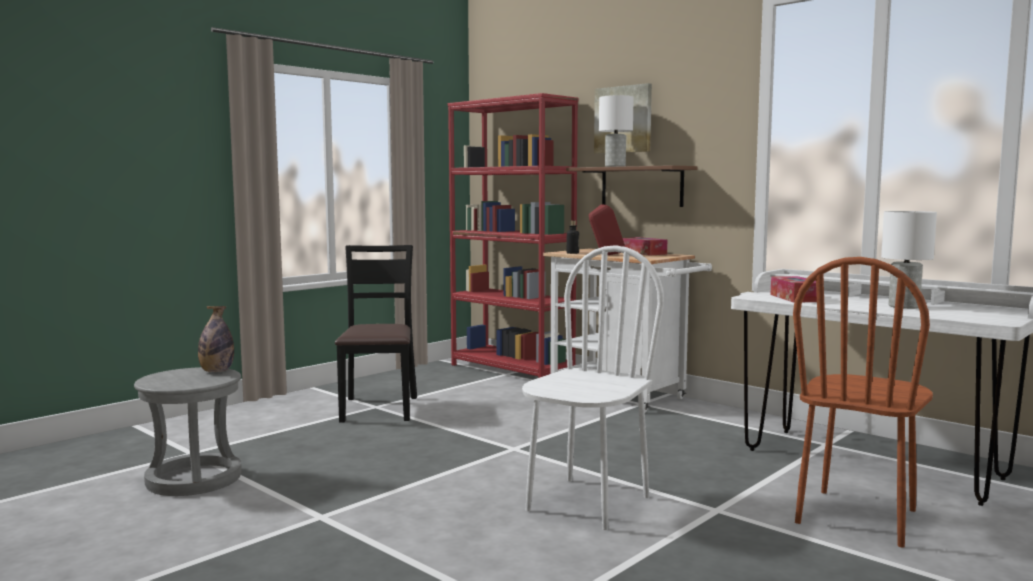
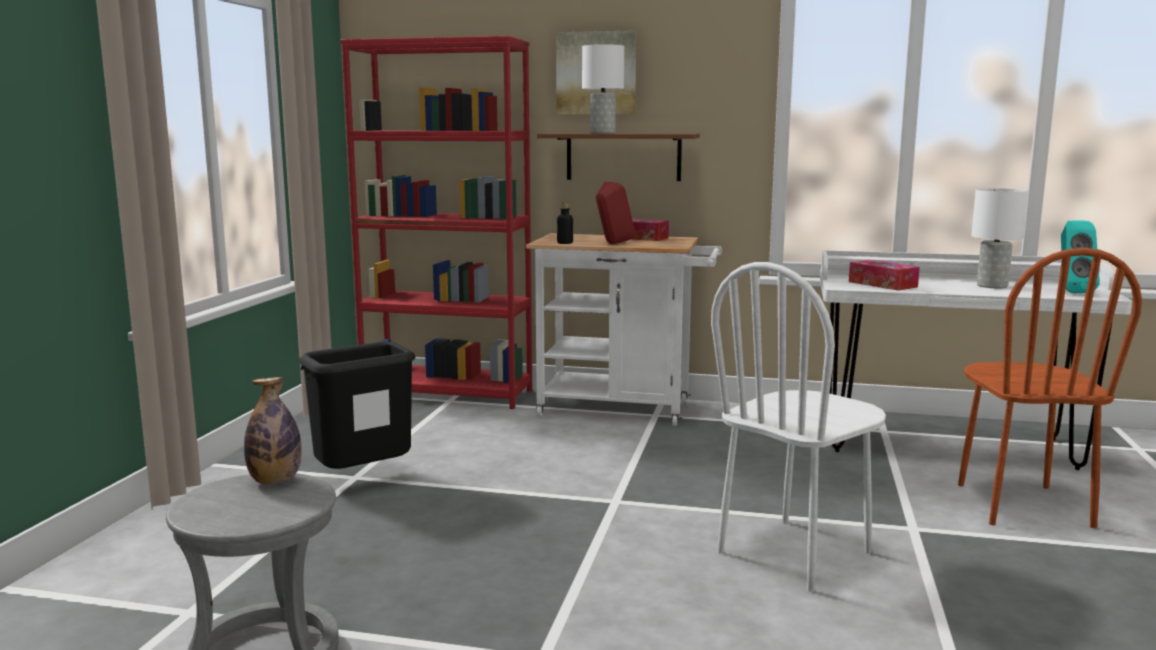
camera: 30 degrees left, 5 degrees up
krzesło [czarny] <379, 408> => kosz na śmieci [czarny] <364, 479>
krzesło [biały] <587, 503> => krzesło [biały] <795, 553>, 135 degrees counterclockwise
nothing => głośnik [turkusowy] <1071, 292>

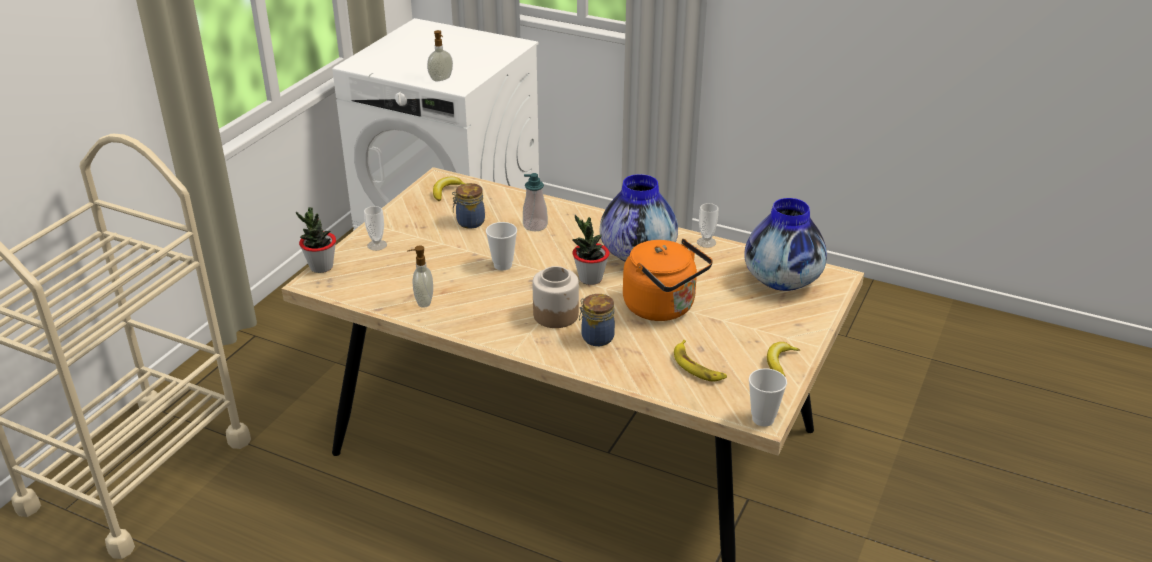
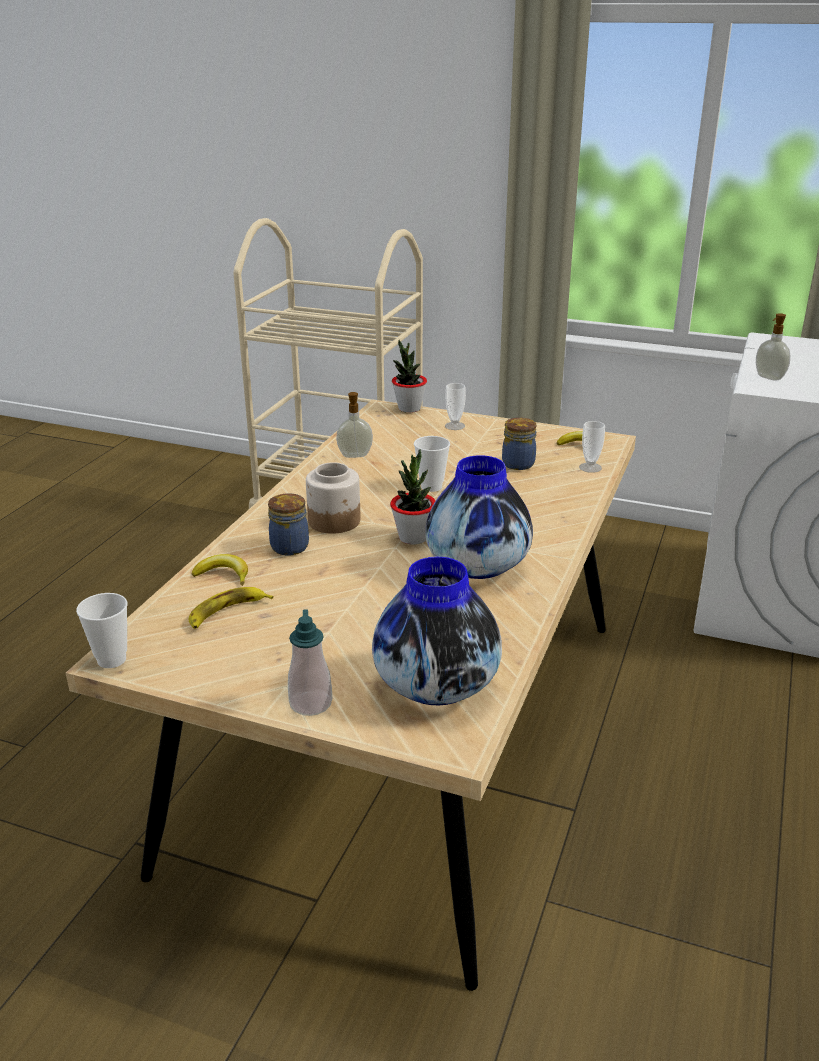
camera: 85 degrees right, 5 degrees down
banan <780, 362> => banan <224, 575>, relocated
dozownik mydła <535, 225> => dozownik mydła <310, 703>, relocated
filiżanka <706, 242> => filiżanka <590, 467>, relocated
czajnik [pomarańczowy] <663, 308> => nothing

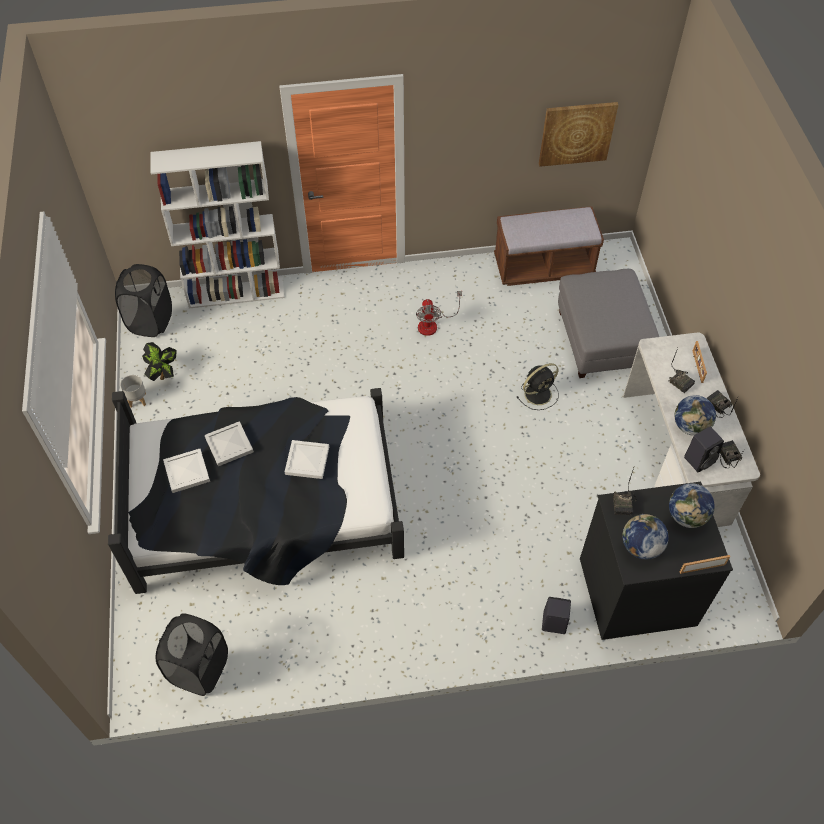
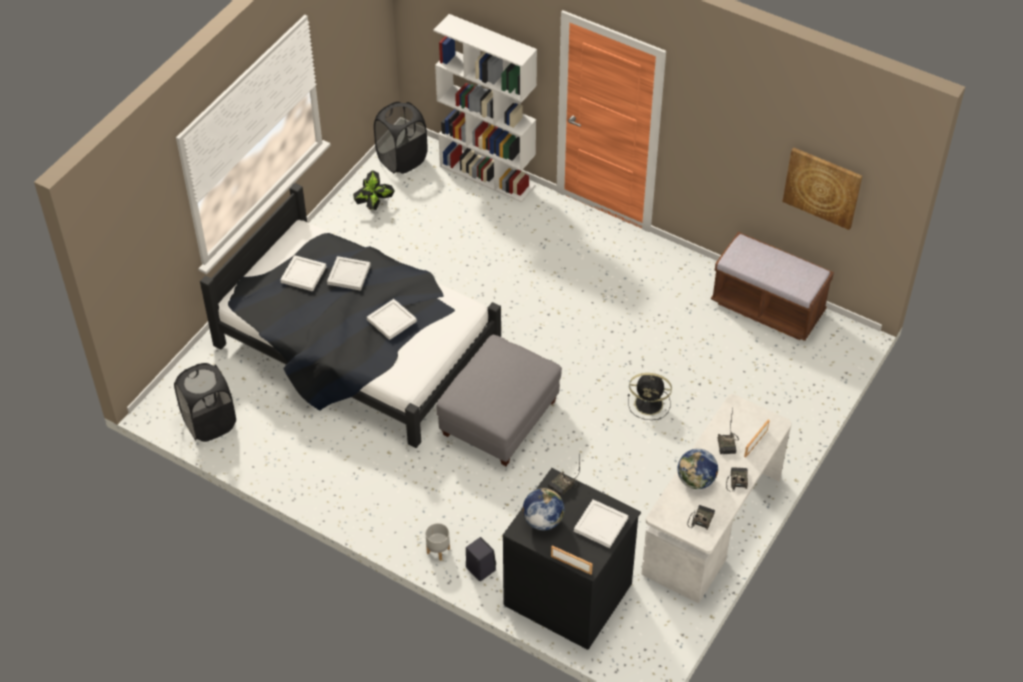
camera: 40 degrees right, 5 degrees down
donica [szary] <137, 400> => donica [szary] <438, 550>, relocated
pufa [szary] <600, 340> => pufa [szary] <499, 418>, relocated
globus <687, 516> => taca [biały] <601, 525>
wentylator <433, 324> => nothing
głośnik [czarny] <700, 459> => nothing

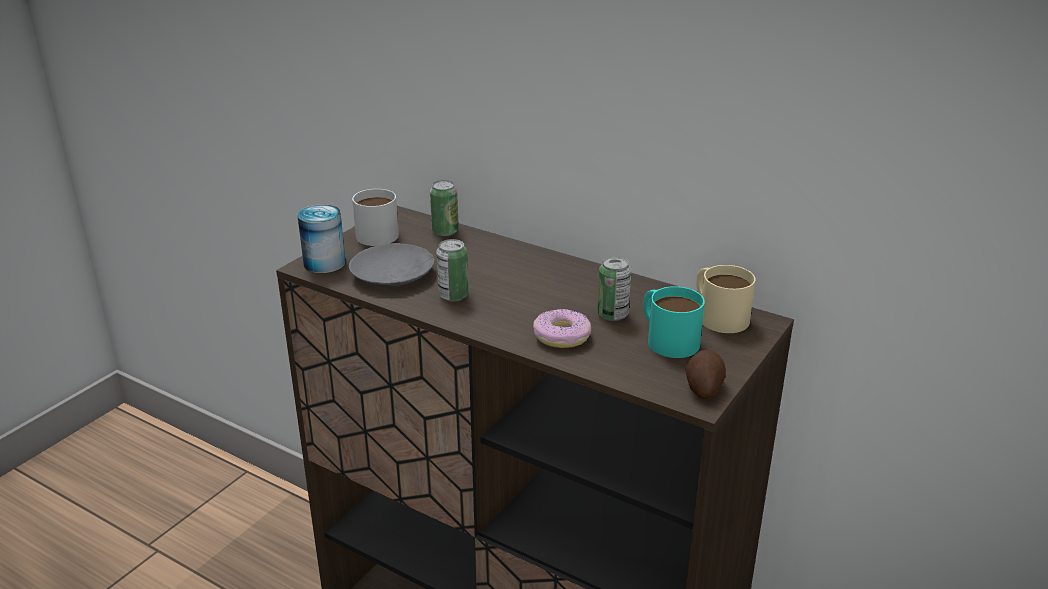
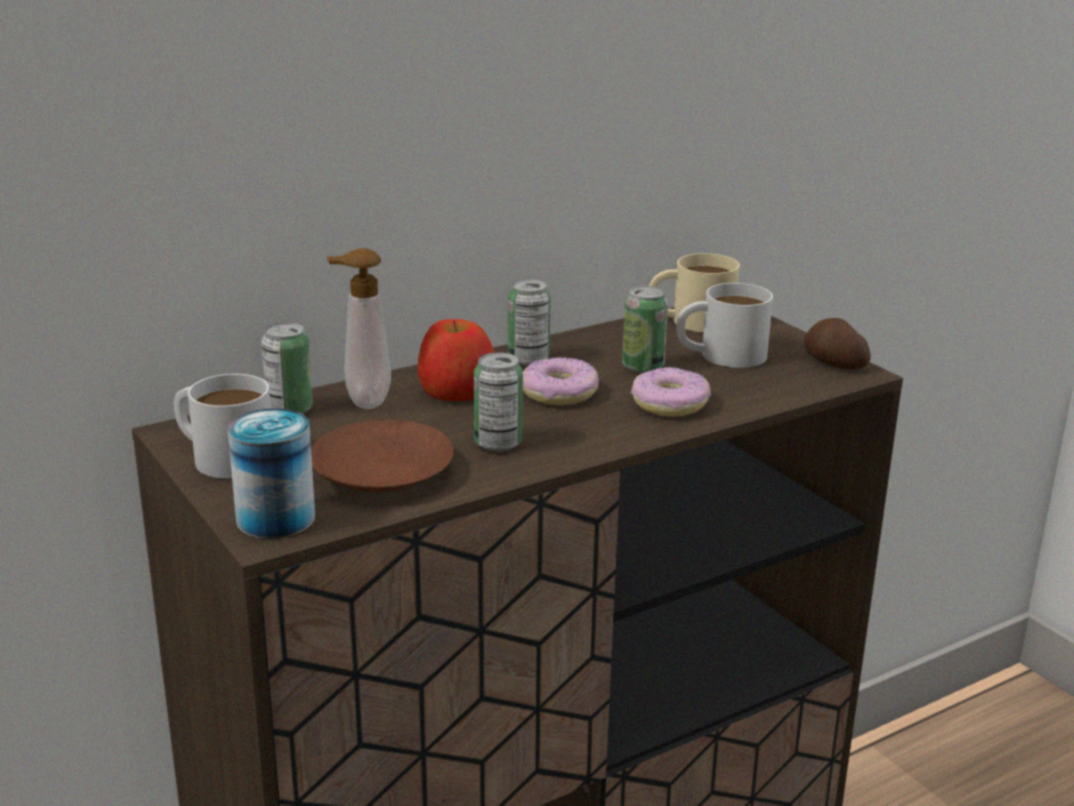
camera: 65 degrees left, 5 degrees down
talerz [szary] <393, 274> => talerz [brązowy] <384, 471>
nothing => dozownik mydła <363, 401>
nothing => jabłko <456, 391>
nothing => puszka <528, 360>
nothing => donut <560, 393>
kubek [turkusowy] <666, 338> => kubek [biały] <720, 355>

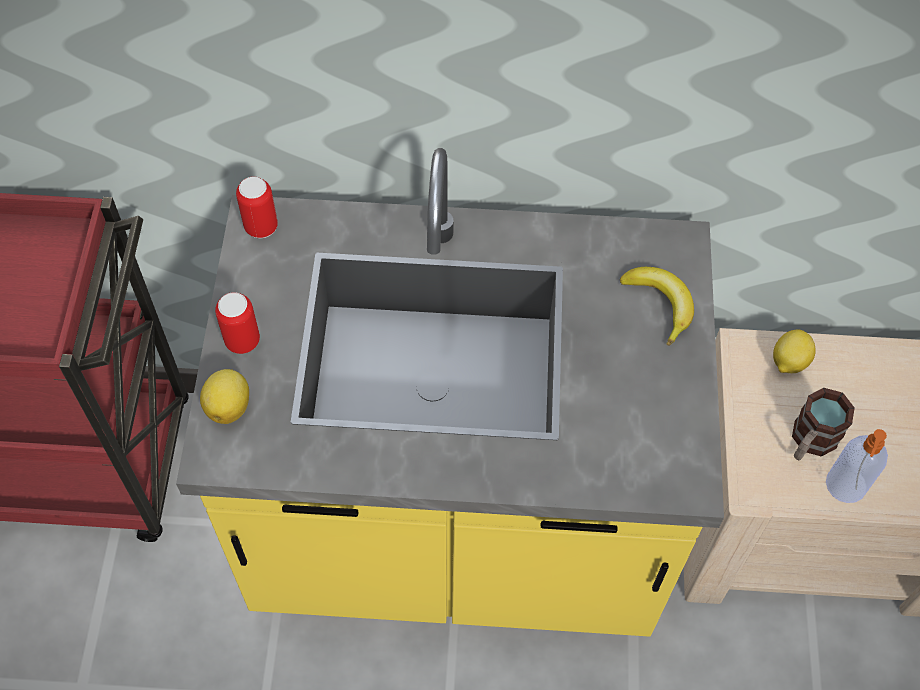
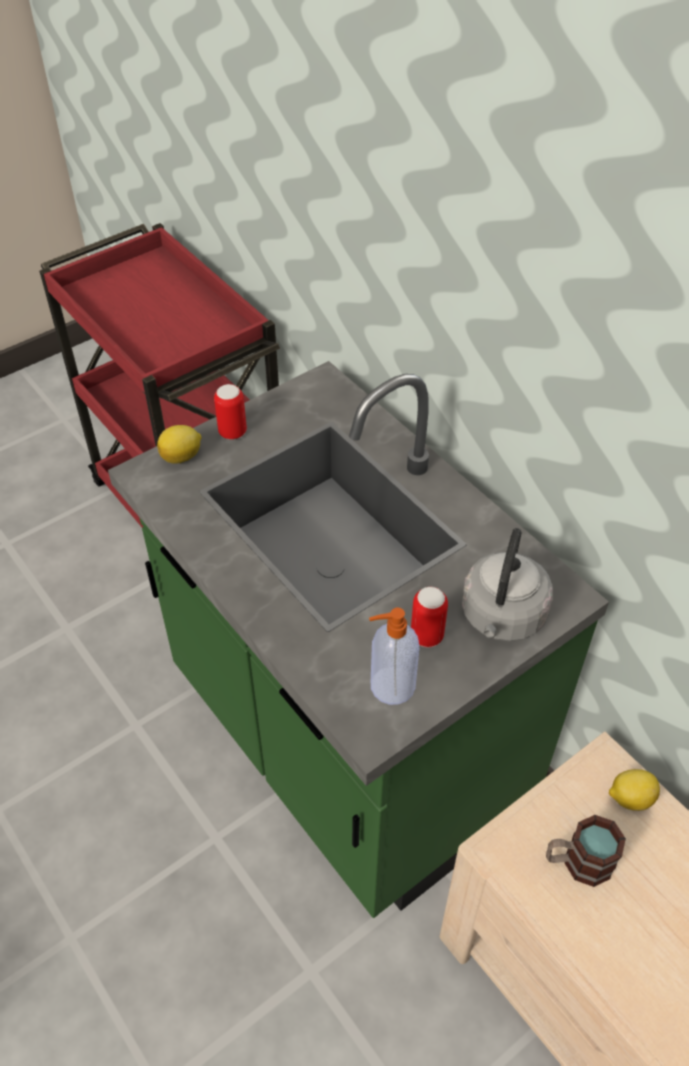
camera: 50 degrees right, 10 degrees down
zabudowa kuchenna [żółty] <456, 533> => zabudowa kuchenna [zielony] <344, 744>
dozownik mydła <845, 486> => dozownik mydła <390, 686>, relocated
puszka <261, 227> => puszka <426, 636>, relocated
banan <660, 304> => czajnik [szary] <501, 618>

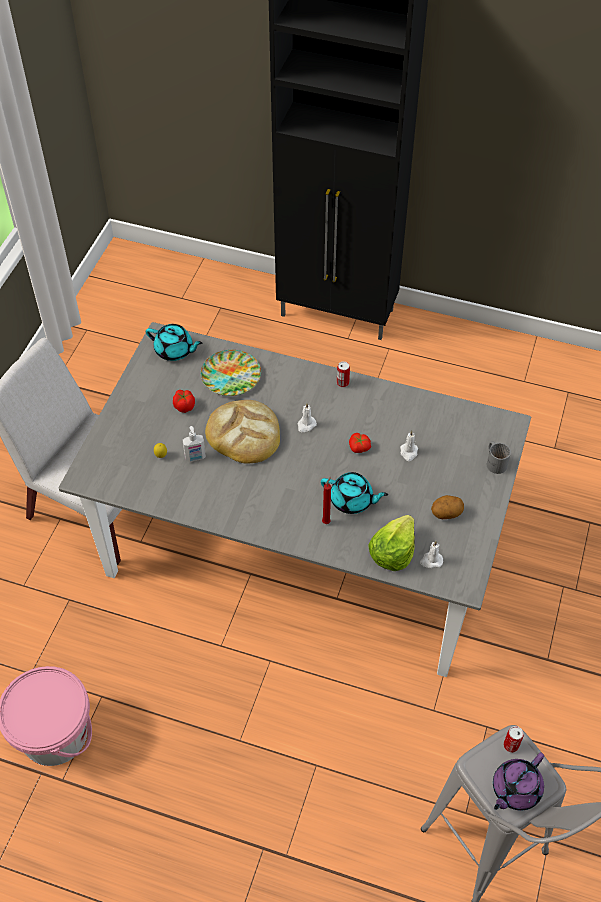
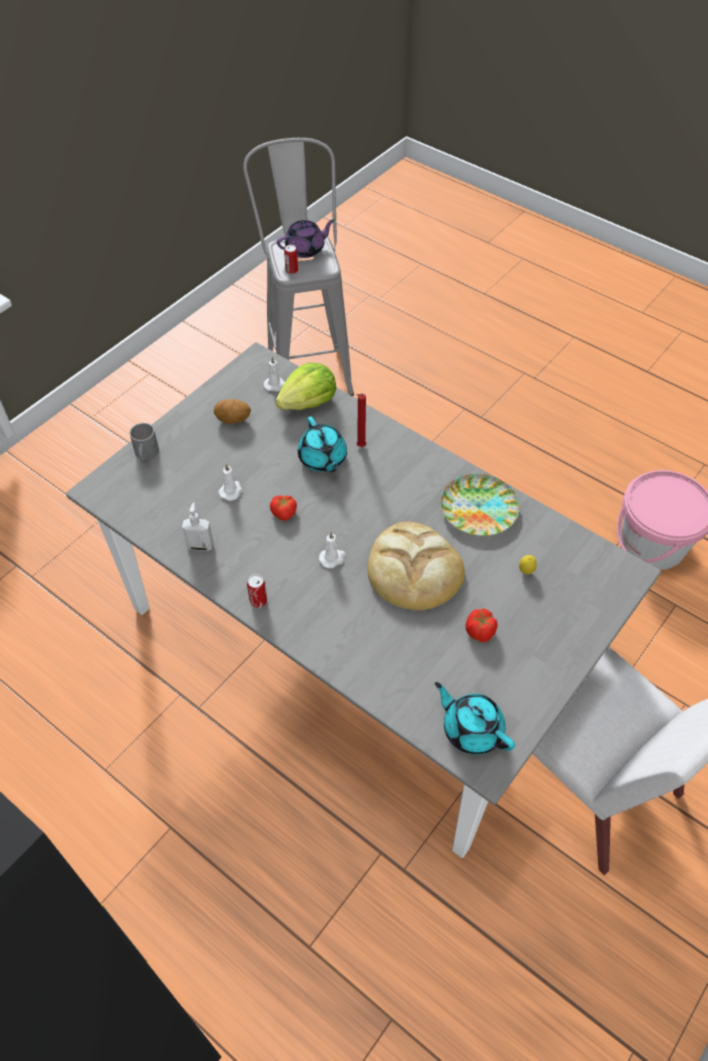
camera: 160 degrees left, 0 degrees up
dozownik mydła <195, 458> => dozownik mydła <200, 545>, relocated
imbryk [turkusowy] <352, 500> => imbryk [turkusowy] <322, 459>, 150 degrees counterclockwise
talerz <231, 376> => talerz <478, 508>, relocated

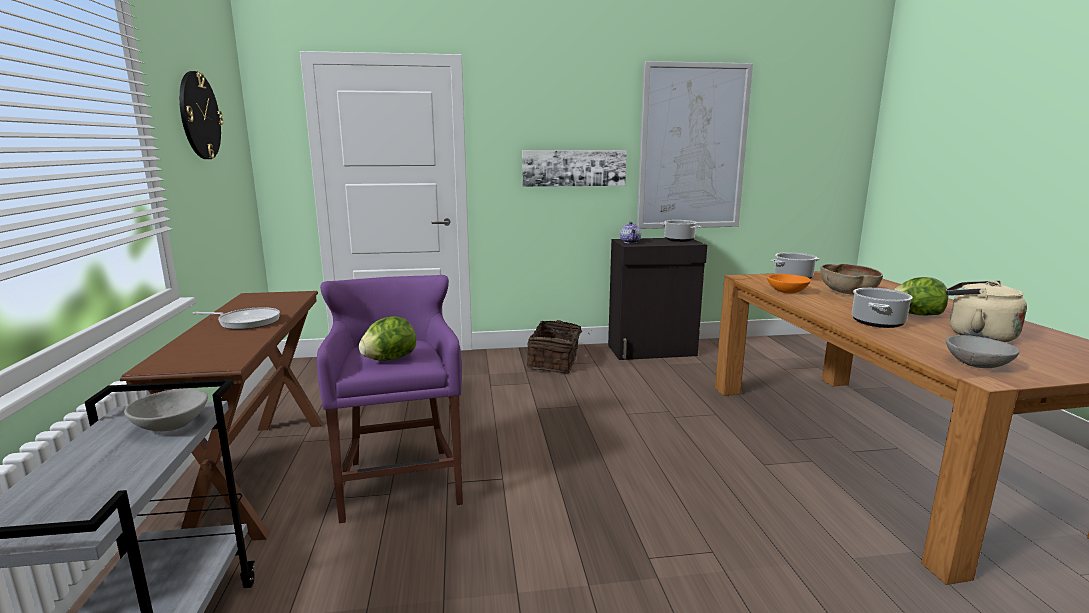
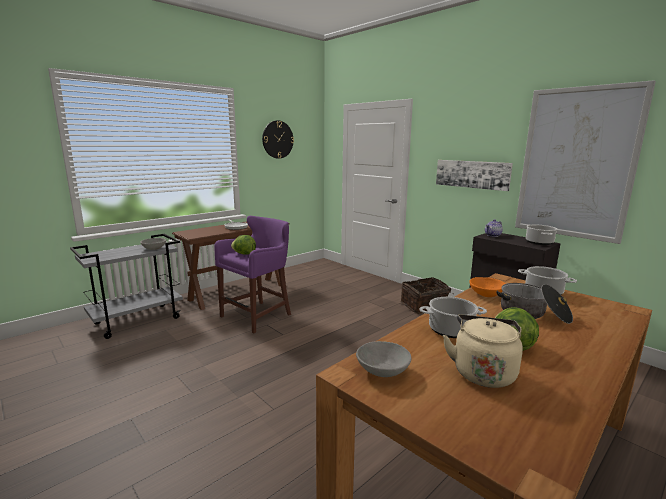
camera: 55 degrees right, 0 degrees up
miska [brązowy] <847, 293> => garnek <533, 314>

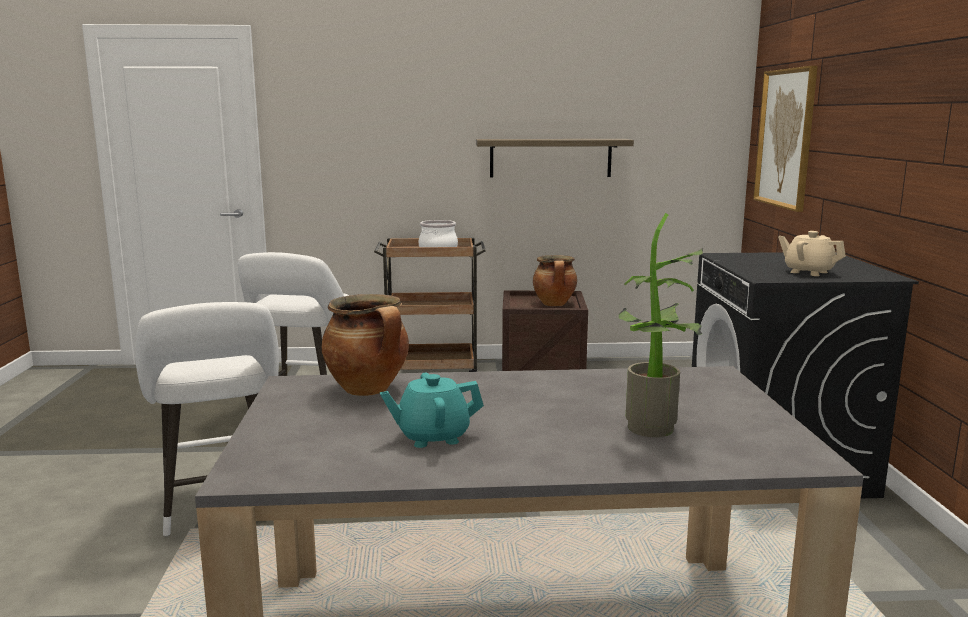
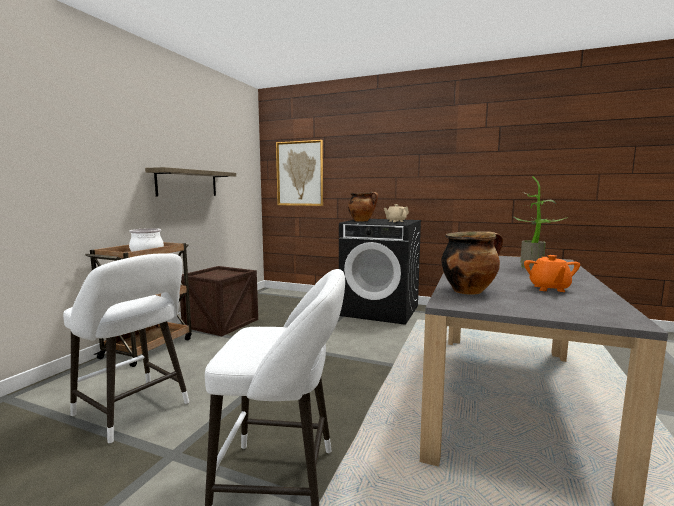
camera: 65 degrees left, 5 degrees down
garnek <555, 304> => garnek <362, 221>, relocated
imbryk [turkusowy] <432, 437> => imbryk [pomarańczowy] <549, 288>

